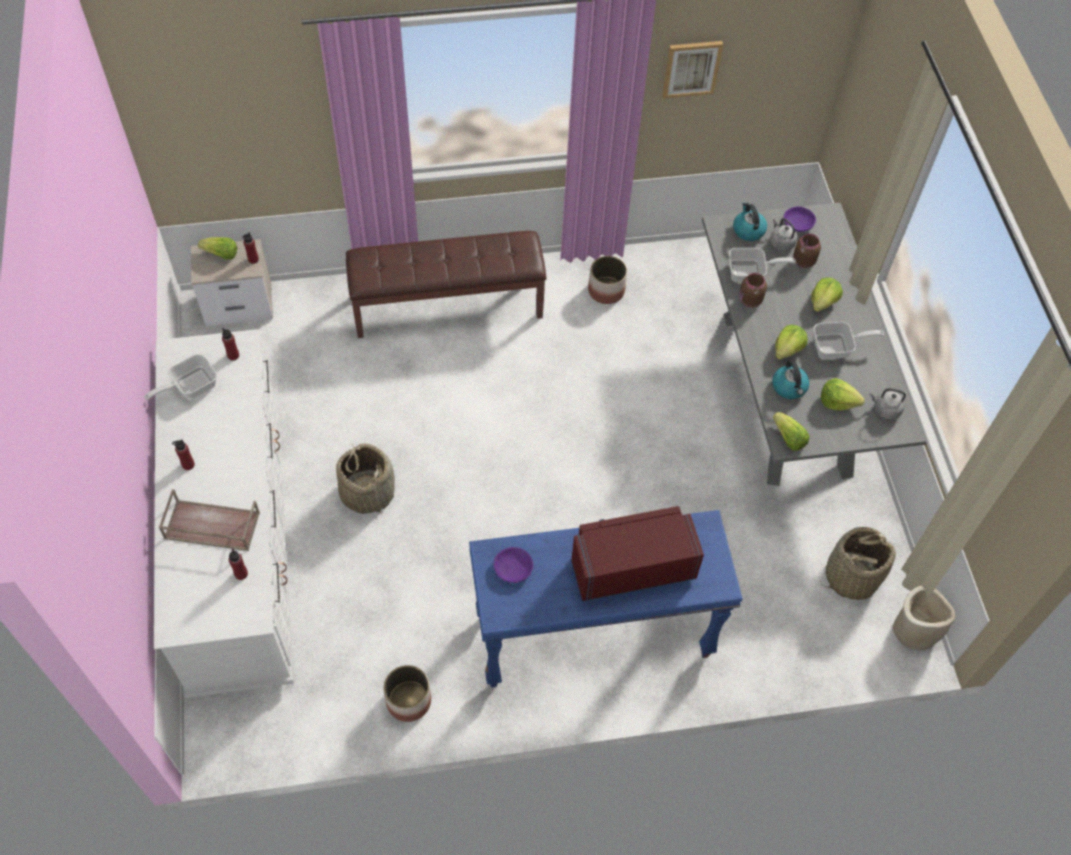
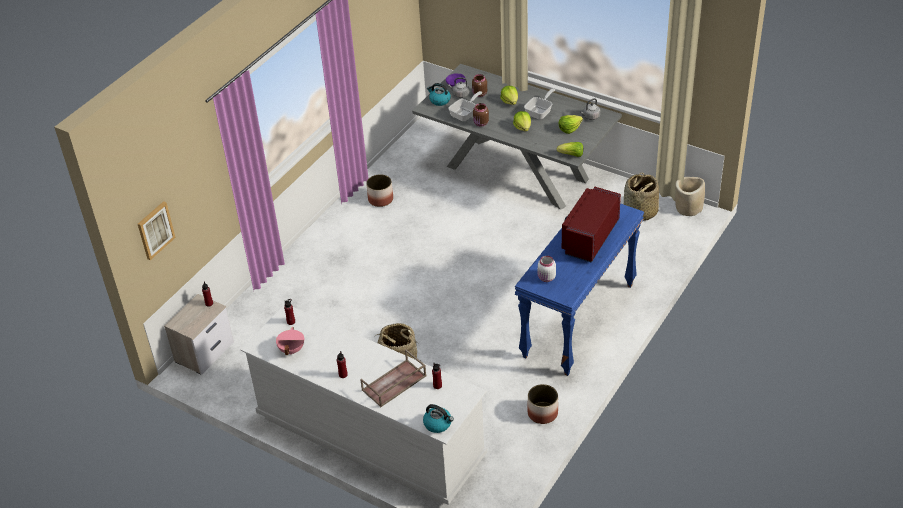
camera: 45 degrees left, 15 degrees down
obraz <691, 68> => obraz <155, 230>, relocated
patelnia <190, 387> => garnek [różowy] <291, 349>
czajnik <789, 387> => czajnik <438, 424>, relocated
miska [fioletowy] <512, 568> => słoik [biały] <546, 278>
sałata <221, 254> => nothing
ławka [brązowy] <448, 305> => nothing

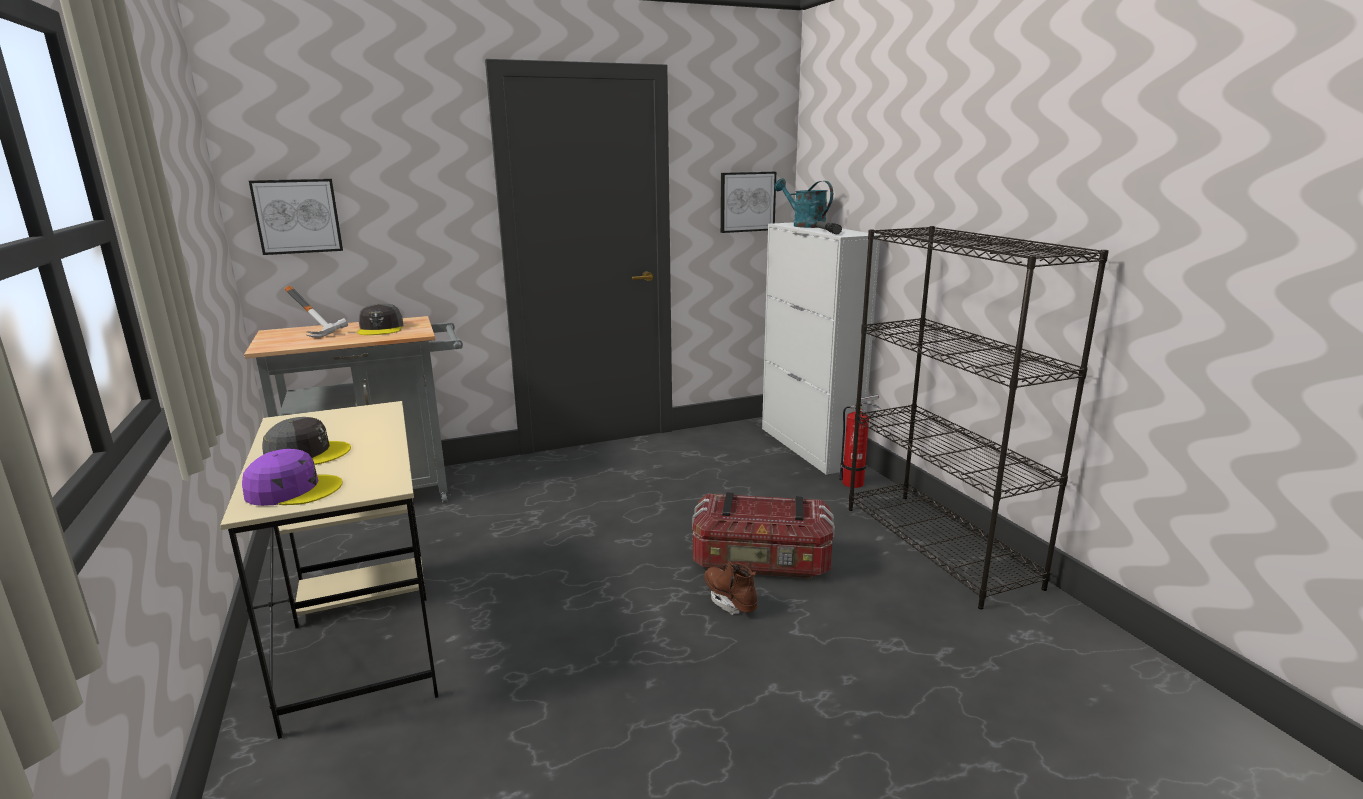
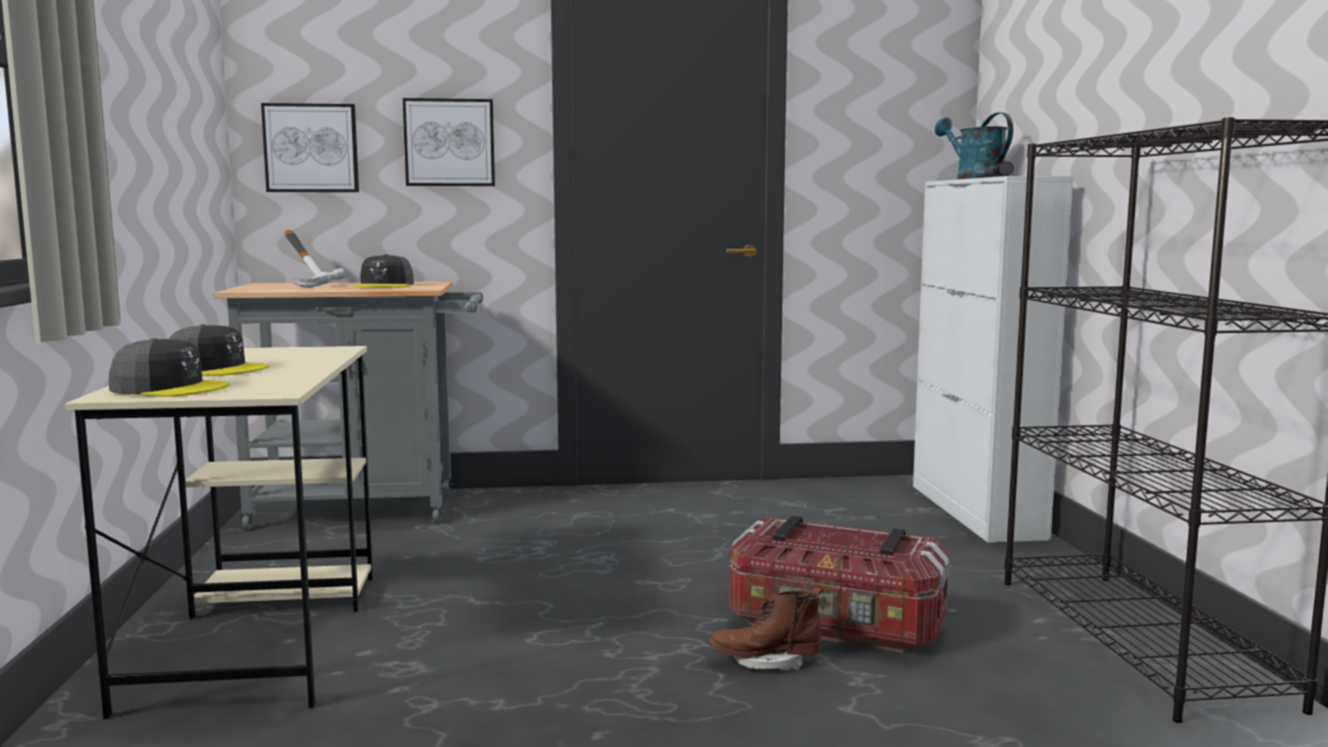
camera: 15 degrees right, 10 degrees down
czapka z daszkiem [fioletowy] <293, 490> => czapka z daszkiem [szary] <170, 388>
obraz <747, 201> => obraz <449, 143>, relocated
but z cholewką [brązowy] <730, 600> => but z cholewką [brązowy] <765, 662>, 75 degrees counterclockwise
gaśnica <856, 483> => nothing

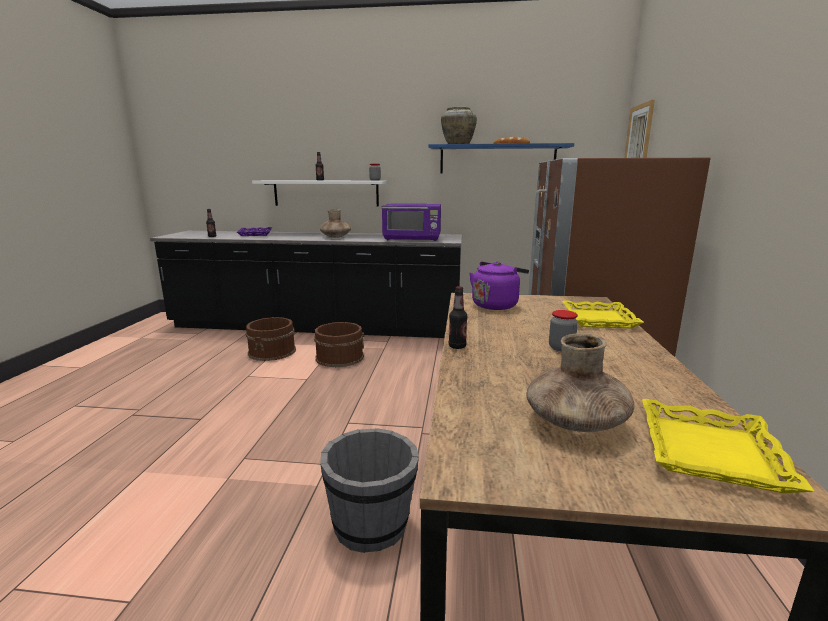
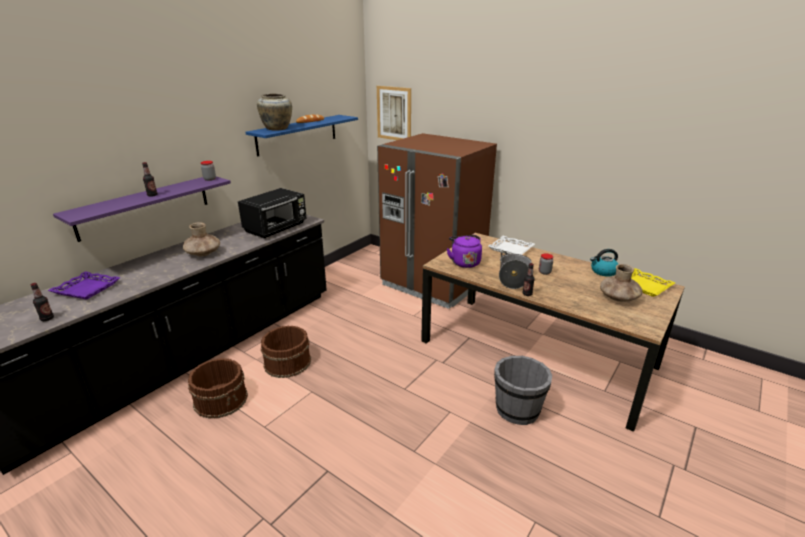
camera: 60 degrees left, 10 degrees up
półka [biały] <326, 193> => półka [fioletowy] <145, 206>
mikrofalówka [fioletowy] <413, 239> => mikrofalówka [czarny] <276, 228>
taca [żółty] <599, 319> => taca [biały] <511, 249>
nothing => garnek <513, 278>
nothing => czajnik <603, 272>

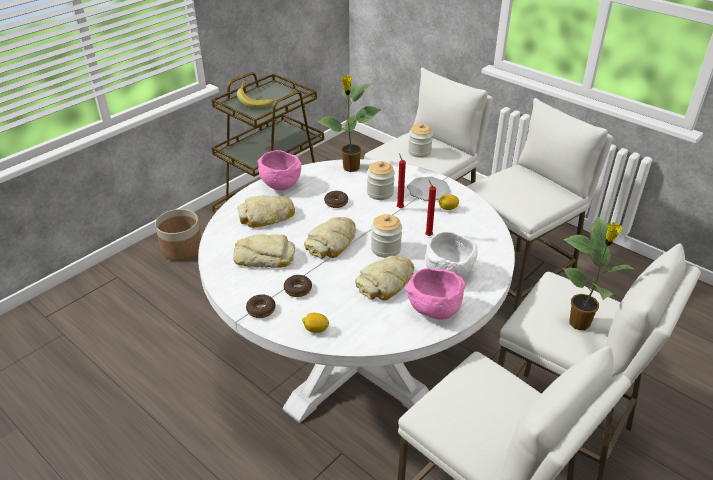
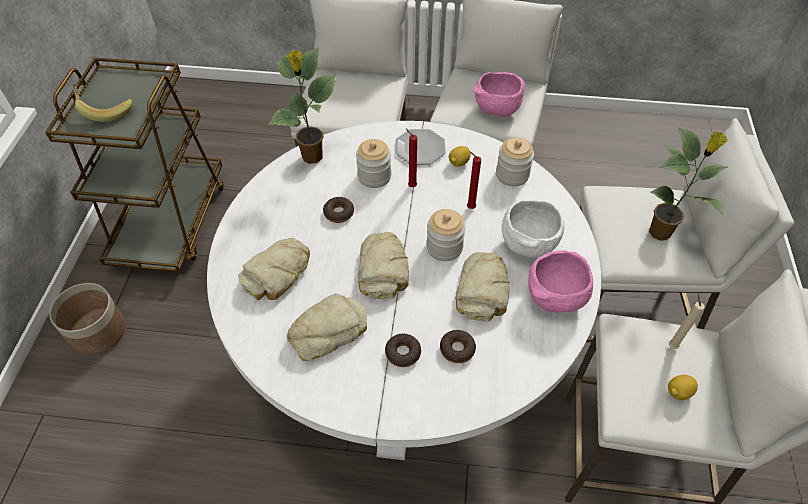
camera: 35 degrees left, 15 degrees up
donut <261, 309> => donut <457, 349>, relocated
miska [różowy] <279, 185> => miska [różowy] <496, 110>, relocated
słoik <419, 152> => słoik <512, 175>, relocated
cytryna <316, 329> => cytryna <678, 392>, relocated
nothing => świeca [beżowy] <671, 345>

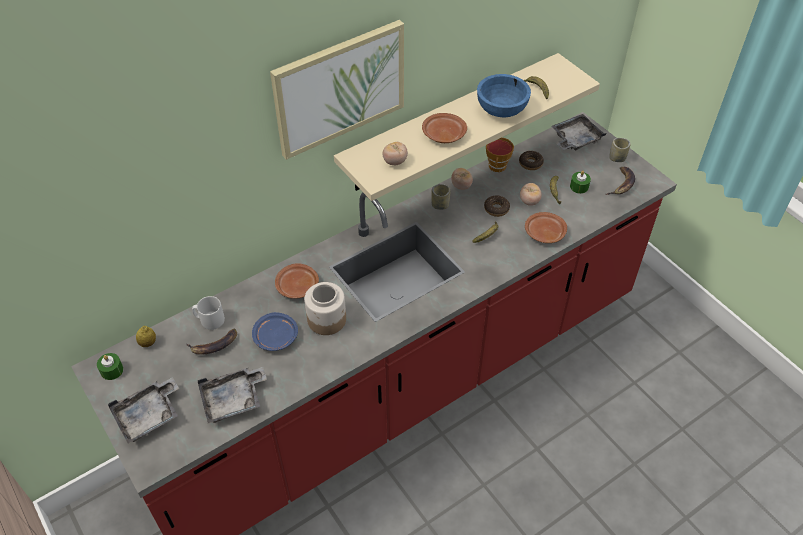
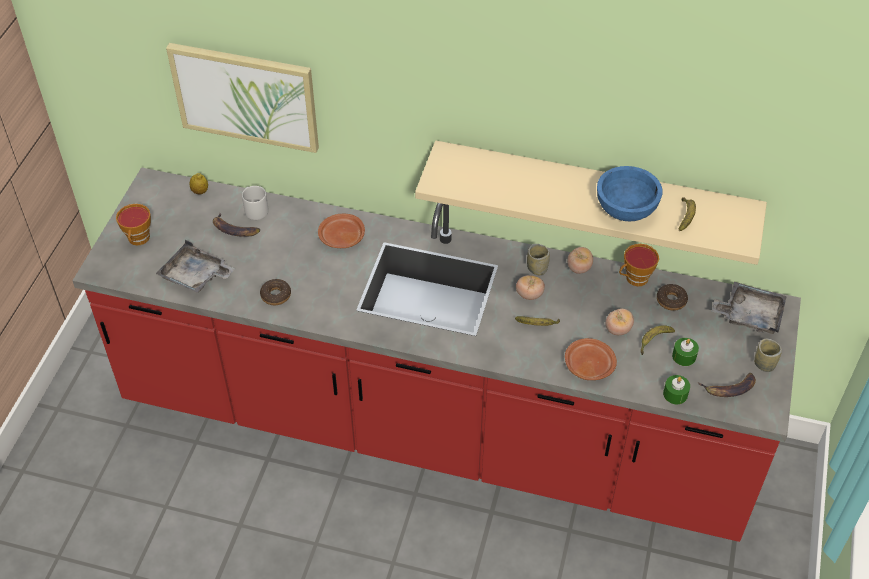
camera: 50 degrees right, 0 degrees up
taca [szary] <149, 416> => filiżanka <138, 239>
obraz <339, 88> => obraz <245, 96>, relocated
donut <496, 209> => donut <276, 295>, relocated
pomidor <395, 161> => pomidor <529, 295>, relocated
świeca [zielony] <112, 370> => świeca [zielony] <675, 394>, relocated
talerz [niebieski] <276, 337> => nothing
słoik <327, 319> => nothing
talerz [brązowy] <443, 134> => nothing

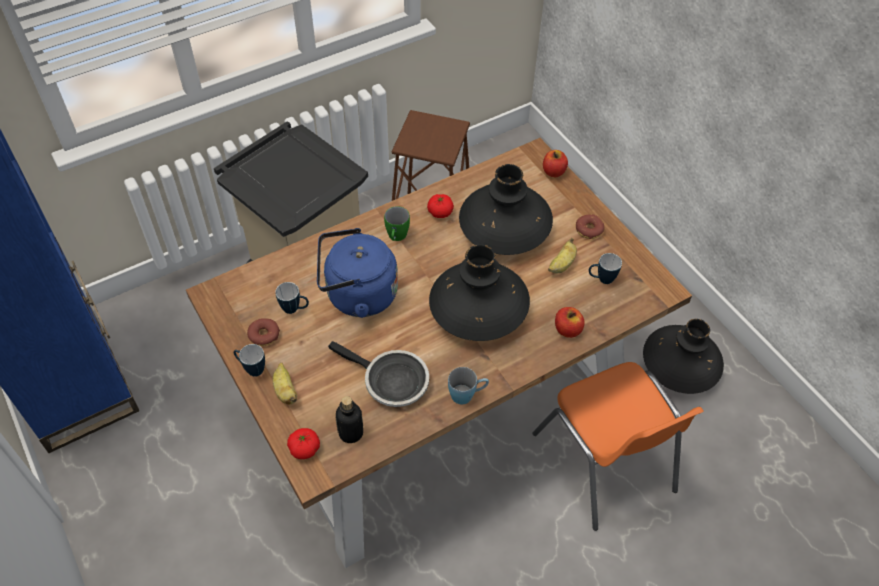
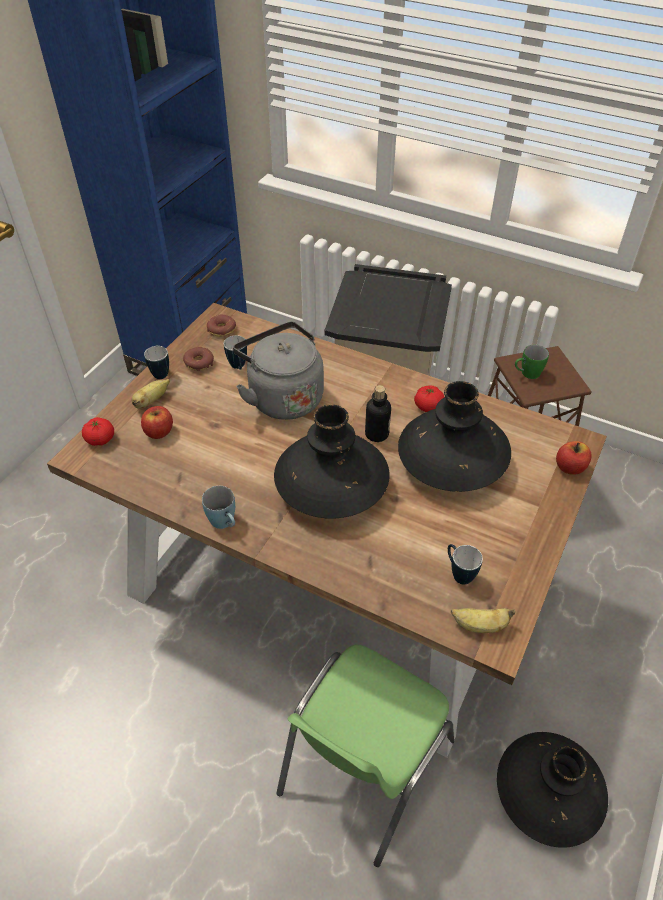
camera: 60 degrees right, 5 degrees down
jabłko <567, 330> => jabłko <159, 432>, relocated
donut <589, 230> => donut <221, 329>, relocated
czajnik [niebieski] <357, 295> => czajnik [szary] <283, 397>
krzesło [pomarańczowy] <605, 464> => krzesło [zielony] <362, 767>
butelka <351, 433> => butelka <376, 434>, relocated
banan <561, 265> => banan <479, 626>, relocated
kubek [zielony] <396, 237> => kubek [zielony] <526, 374>, relocated
patelnia <391, 382> => nothing

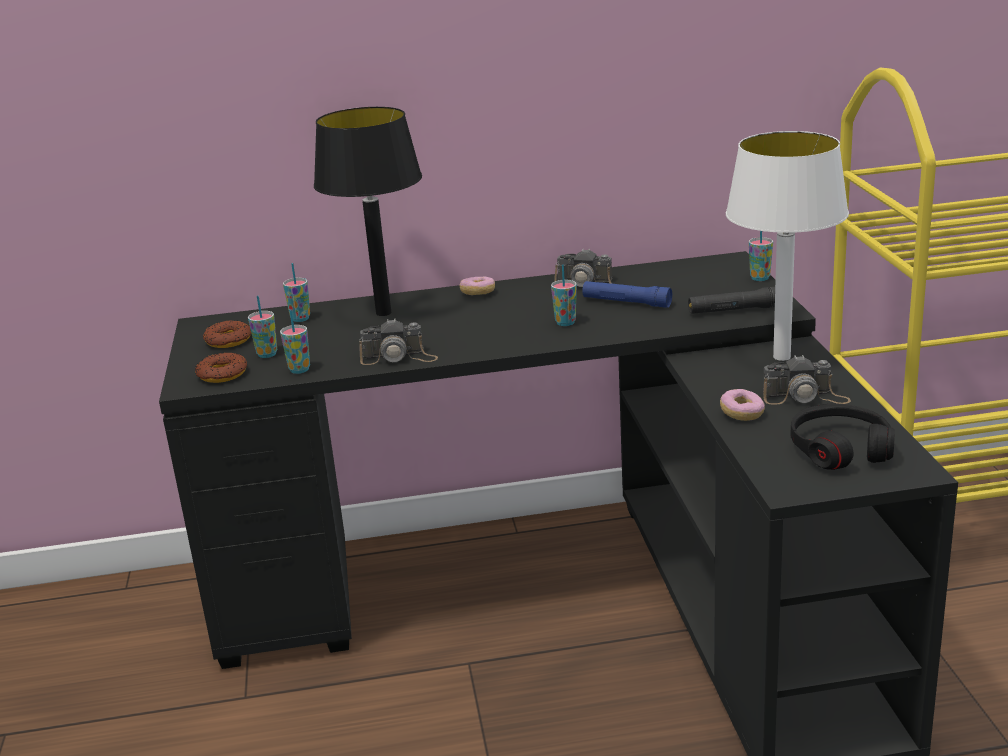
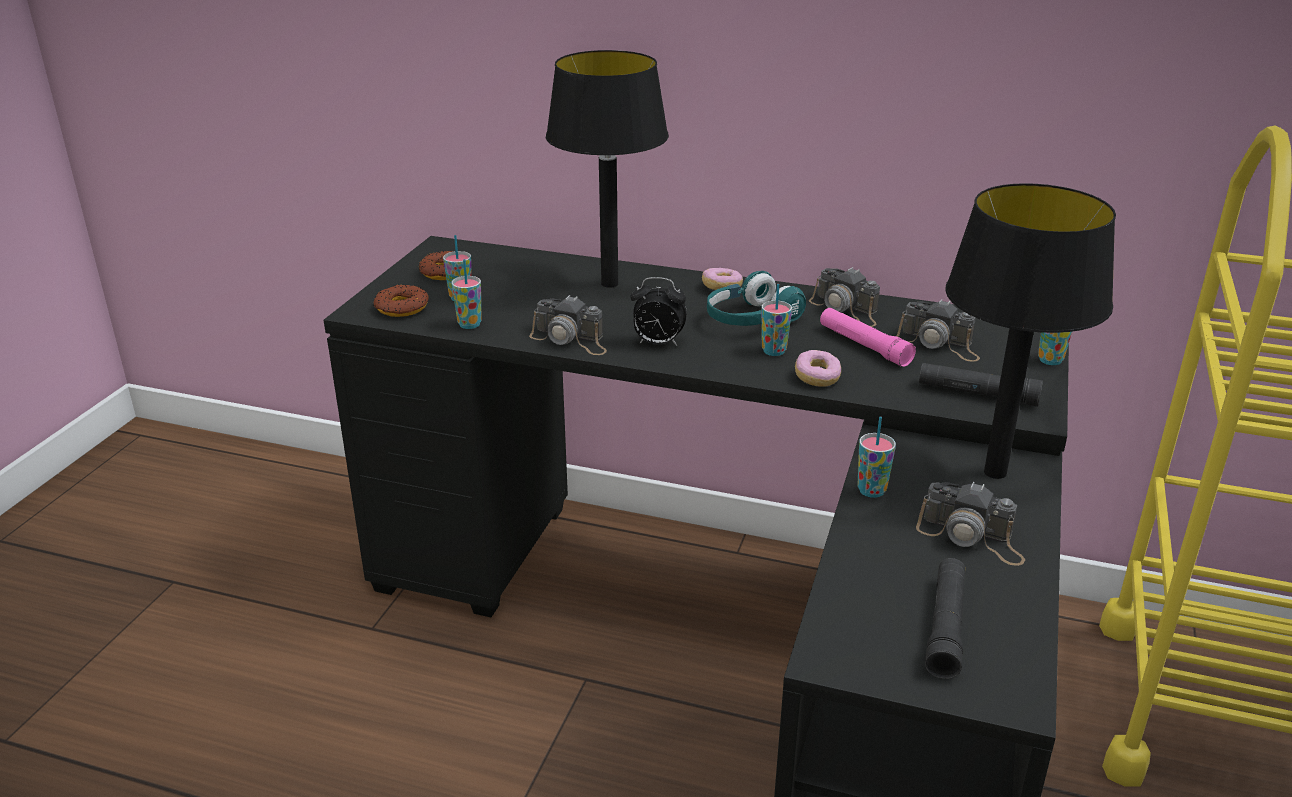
camera: 25 degrees right, 5 degrees up
nothing => budzik <657, 343>
nothing => słuchawki [turkusowy] <750, 319>
donut <742, 414> => donut <817, 378>, relocated
latarka [niebieski] <626, 302> => latarka [różowy] <864, 346>
filiżanka <300, 319> => filiżanka <871, 491>, relocated
nothing => aparat fotograficzny <939, 344>
słuchawki [czarny] <840, 449> => latarka [czarny] <945, 627>
lampa stołowa [biały] <780, 357> => lampa stołowa [czarny] <994, 472>

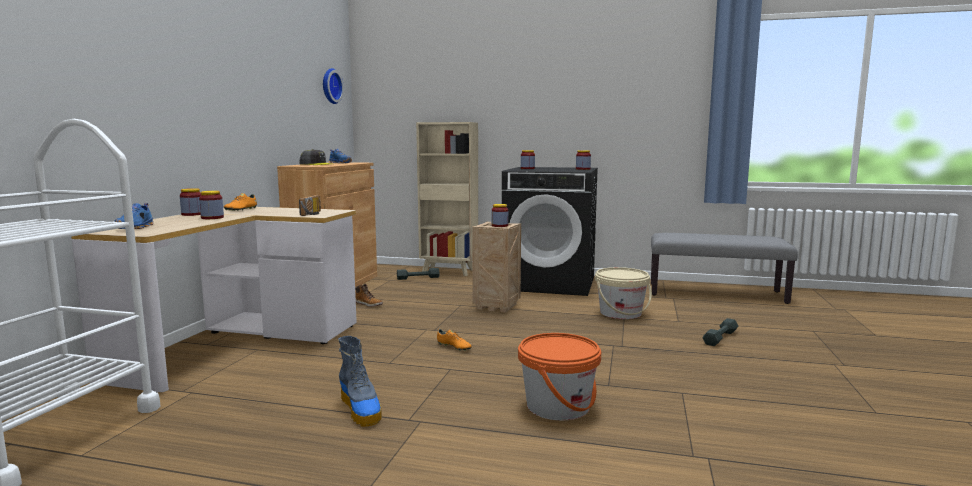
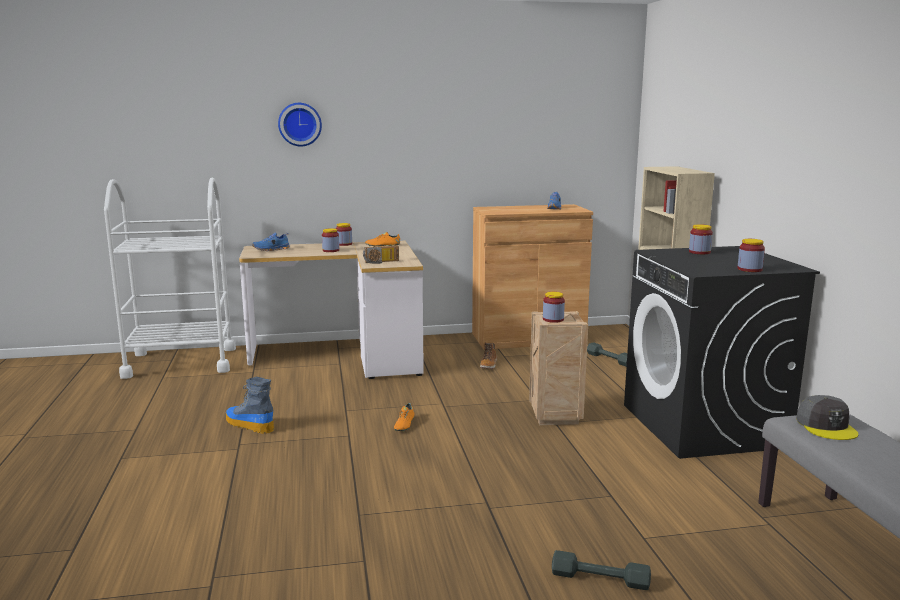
camera: 65 degrees right, 5 degrees up
but z cholewką <361, 410> => but z cholewką <248, 425>, 90 degrees clockwise
zegar ścienny <330, 86> => zegar ścienny <300, 124>, relocated
czapka z daszkiem [szary] <316, 164> => czapka z daszkiem [szary] <826, 426>, relocated
wiadro [pomarańczowy] <558, 406> => nothing
wiadro [beżowy] <620, 313> => nothing

